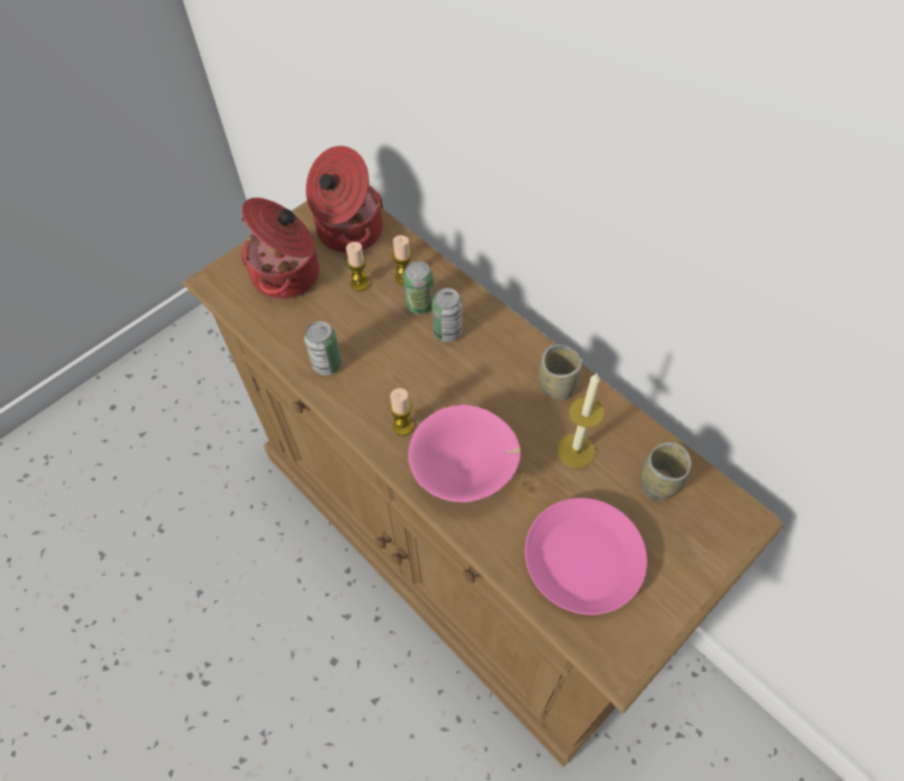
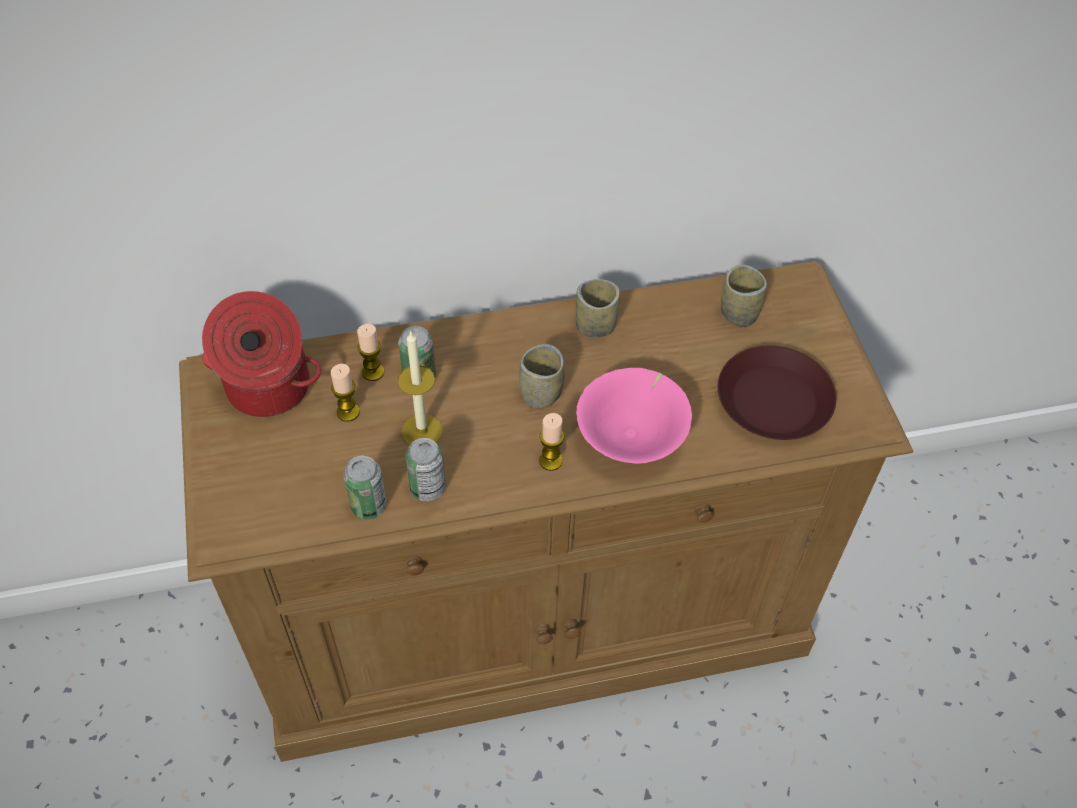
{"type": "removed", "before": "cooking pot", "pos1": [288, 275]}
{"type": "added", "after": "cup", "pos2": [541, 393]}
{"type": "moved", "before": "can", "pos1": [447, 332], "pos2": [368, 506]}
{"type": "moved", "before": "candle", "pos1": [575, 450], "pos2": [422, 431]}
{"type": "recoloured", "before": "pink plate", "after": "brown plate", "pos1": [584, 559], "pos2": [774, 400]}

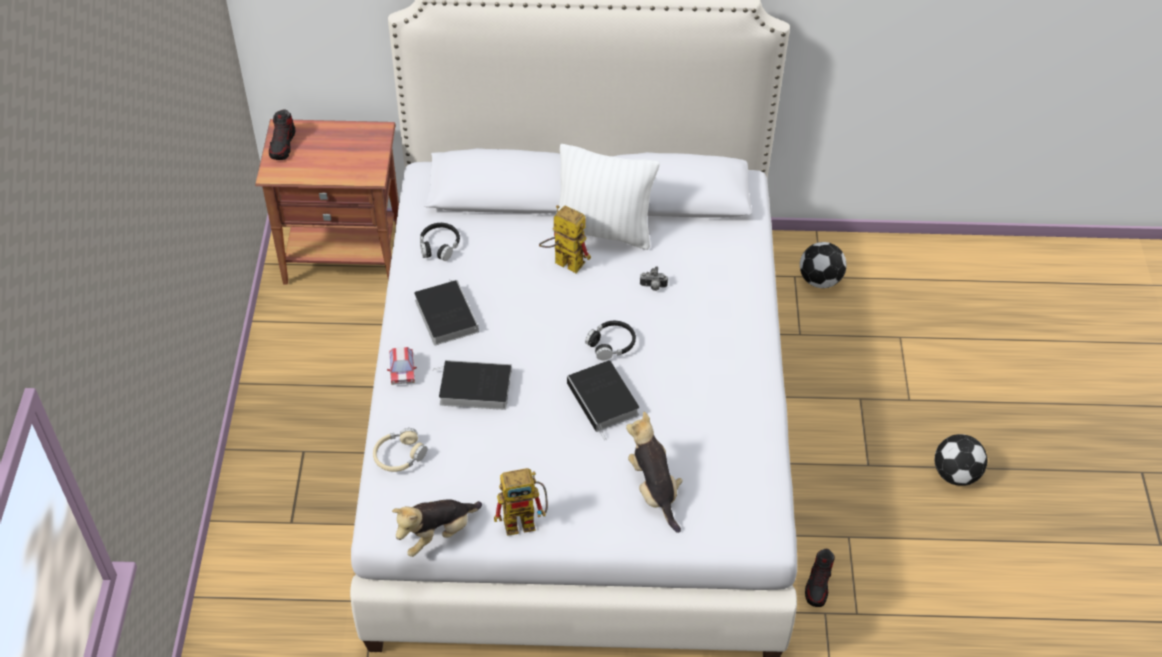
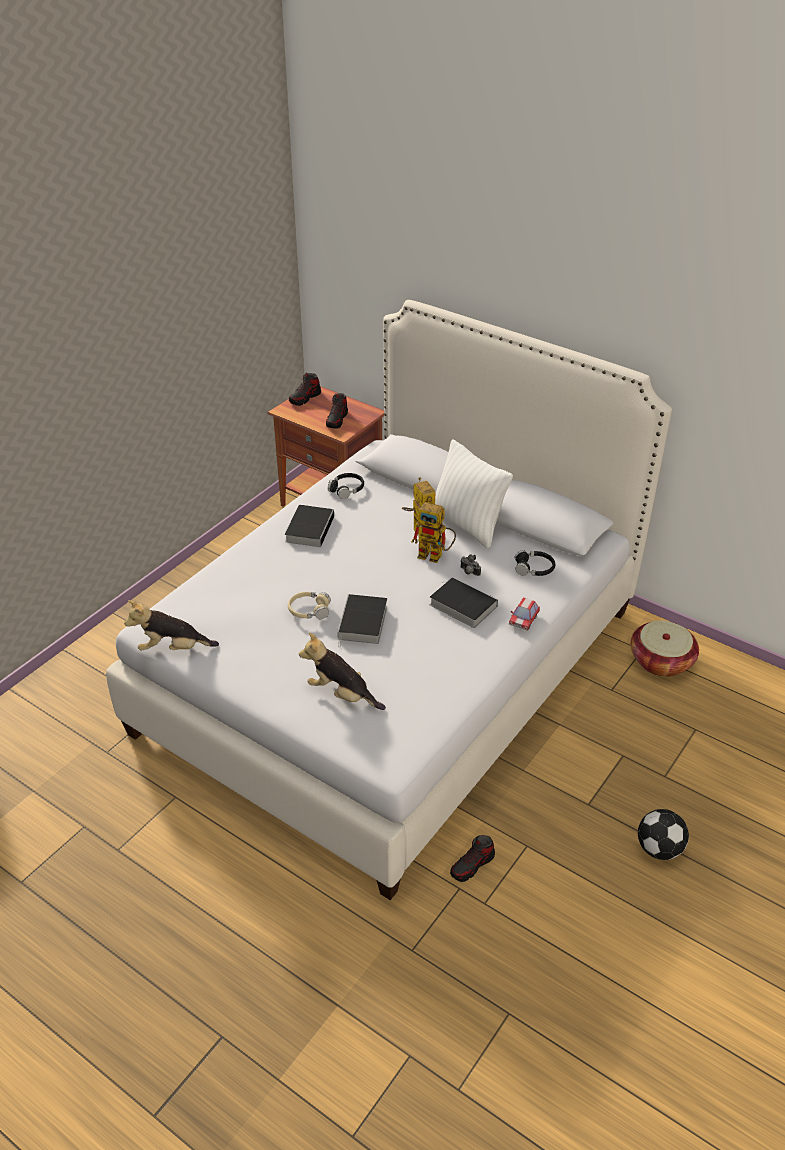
{"type": "added", "after": "shoe", "pos2": [337, 420]}
{"type": "moved", "before": "beige headphones", "pos1": [399, 456], "pos2": [309, 610]}
{"type": "moved", "before": "toy car", "pos1": [402, 371], "pos2": [524, 620]}
{"type": "moved", "before": "book", "pos1": [473, 388], "pos2": [461, 605]}
{"type": "moved", "before": "toy robot", "pos1": [526, 520], "pos2": [435, 555]}
{"type": "moved", "before": "black headphones", "pos1": [611, 344], "pos2": [534, 568]}
{"type": "replaced", "before": "football", "after": "basket", "pos1": [820, 279], "pos2": [661, 661]}
{"type": "turned", "before": "plush toy", "pos1": [654, 489], "pos2": [342, 694], "turn": -75}

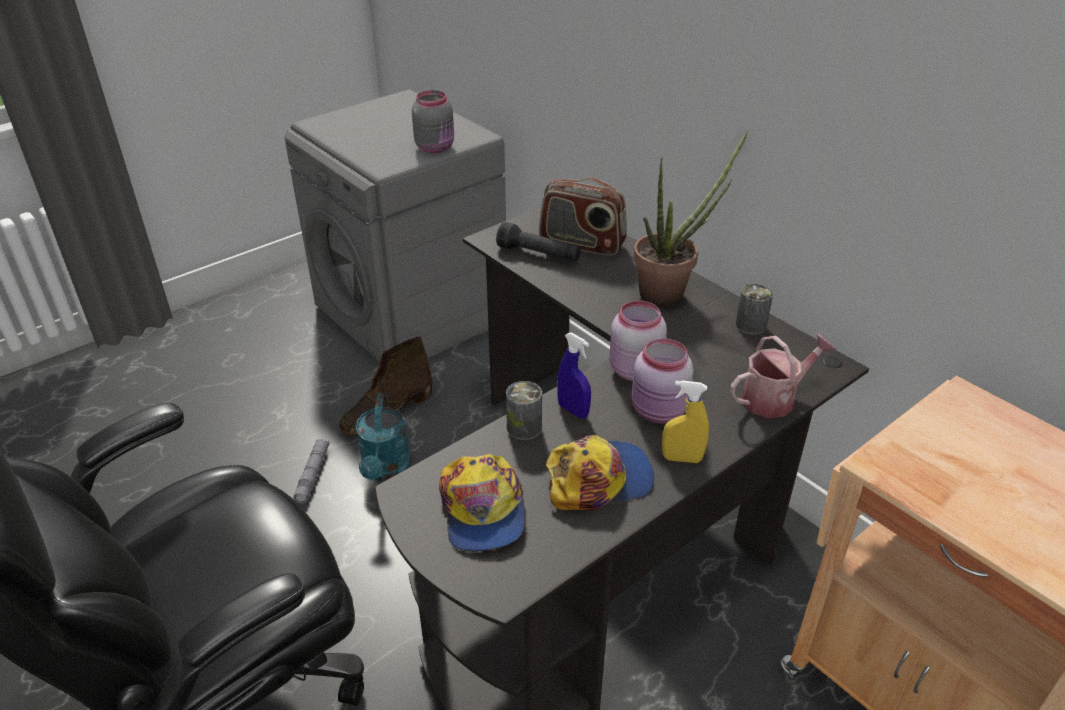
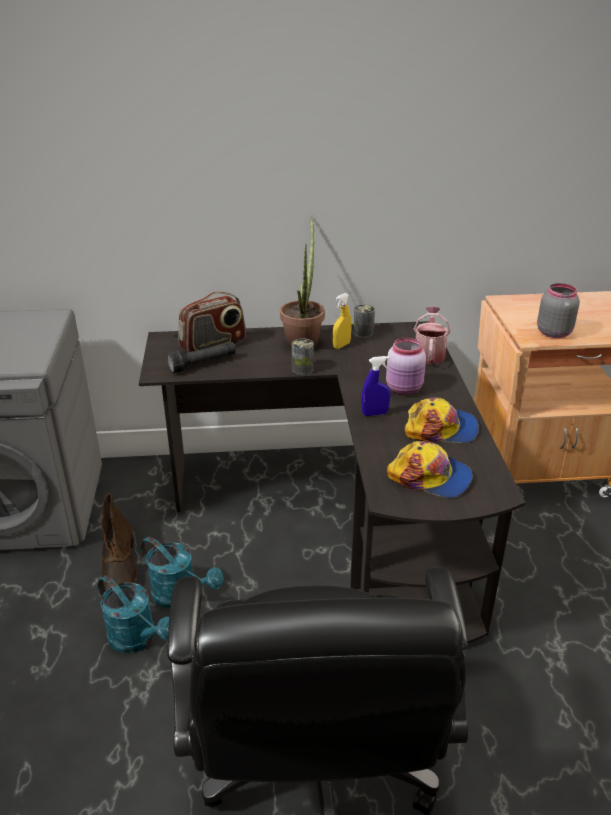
{"type": "removed", "before": "pink jar", "pos1": [633, 370]}
{"type": "moved", "before": "grey jar", "pos1": [436, 147], "pos2": [554, 332]}
{"type": "moved", "before": "can", "pos1": [524, 428], "pos2": [302, 369]}
{"type": "moved", "before": "yellow spray bottle", "pos1": [682, 458], "pos2": [341, 345]}
{"type": "replaced", "before": "grey flashlight", "after": "turquoise watering can", "pos1": [313, 474], "pos2": [138, 639]}
{"type": "turned", "before": "cap", "pos1": [599, 479], "pos2": [441, 429], "turn": 75}

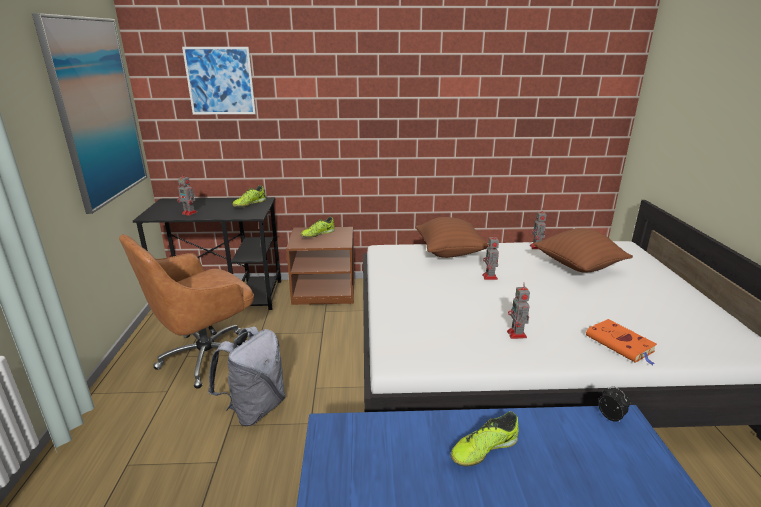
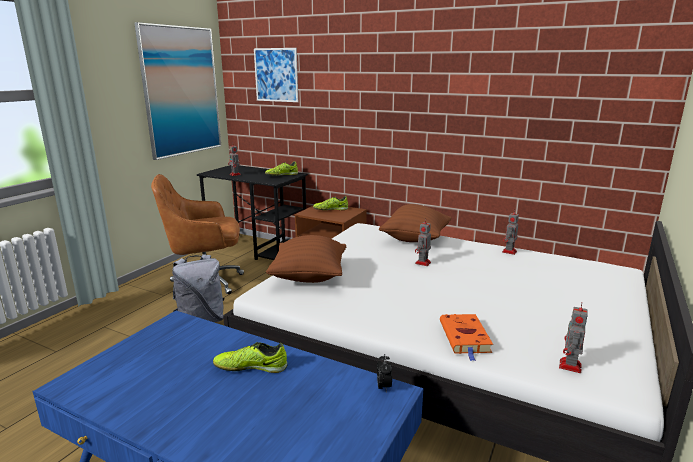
{"type": "moved", "before": "toy robot", "pos1": [517, 335], "pos2": [570, 367]}
{"type": "moved", "before": "brown pillow", "pos1": [578, 267], "pos2": [309, 277]}

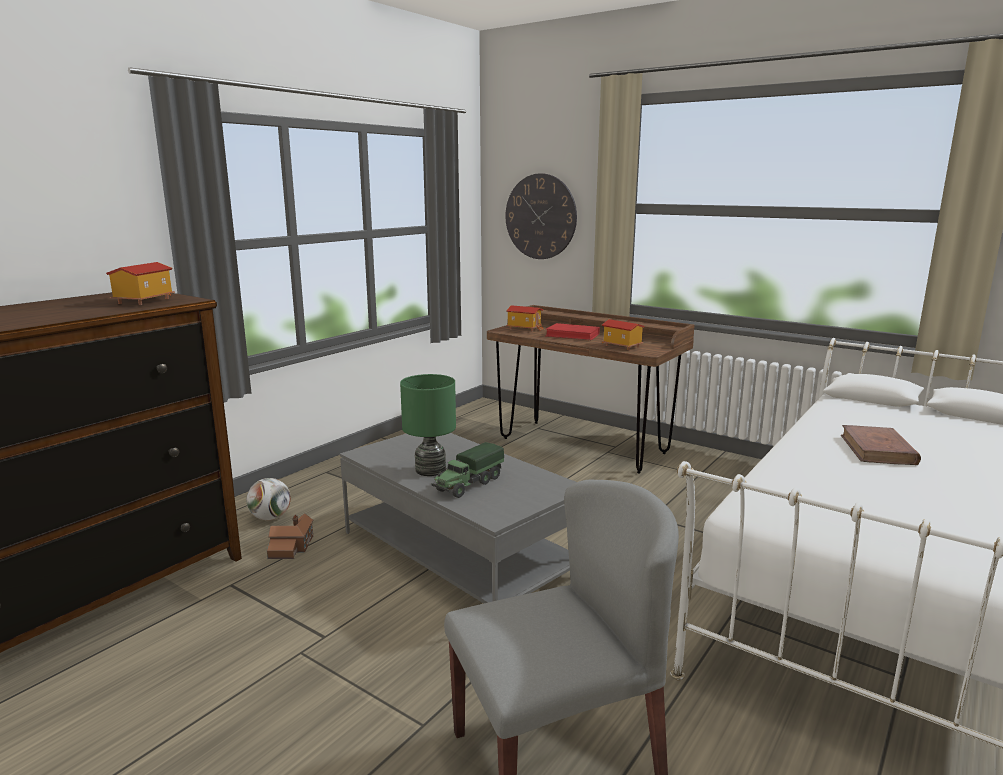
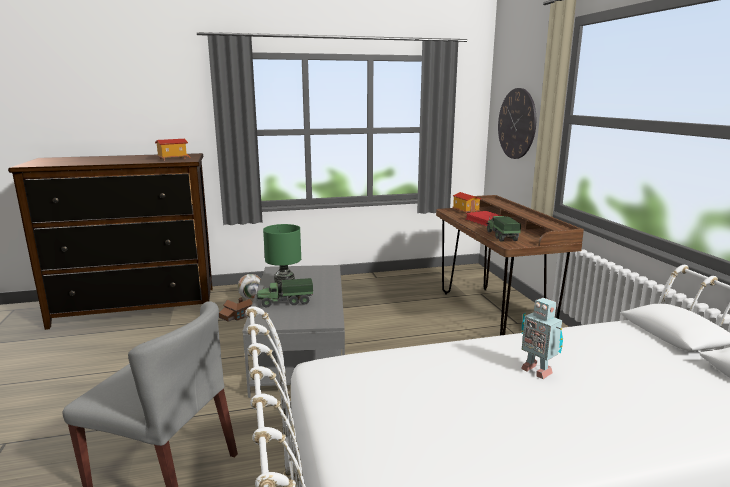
{"type": "replaced", "before": "toy house", "after": "toy truck", "pos1": [621, 346], "pos2": [501, 236]}
{"type": "replaced", "before": "brown book", "after": "toy robot", "pos1": [877, 450], "pos2": [537, 370]}

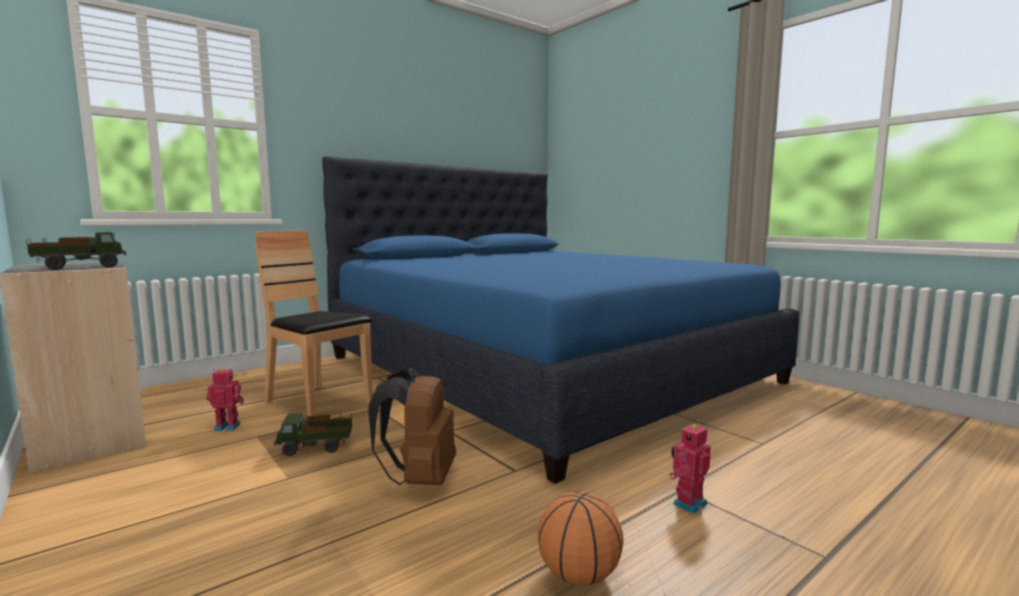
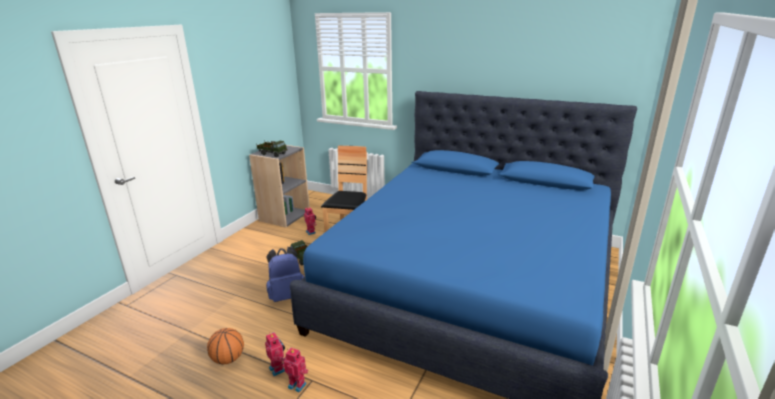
{"type": "added", "after": "toy robot", "pos2": [278, 369]}
{"type": "recoloured", "before": "brown backpack", "after": "blue backpack", "pos1": [420, 479], "pos2": [287, 295]}

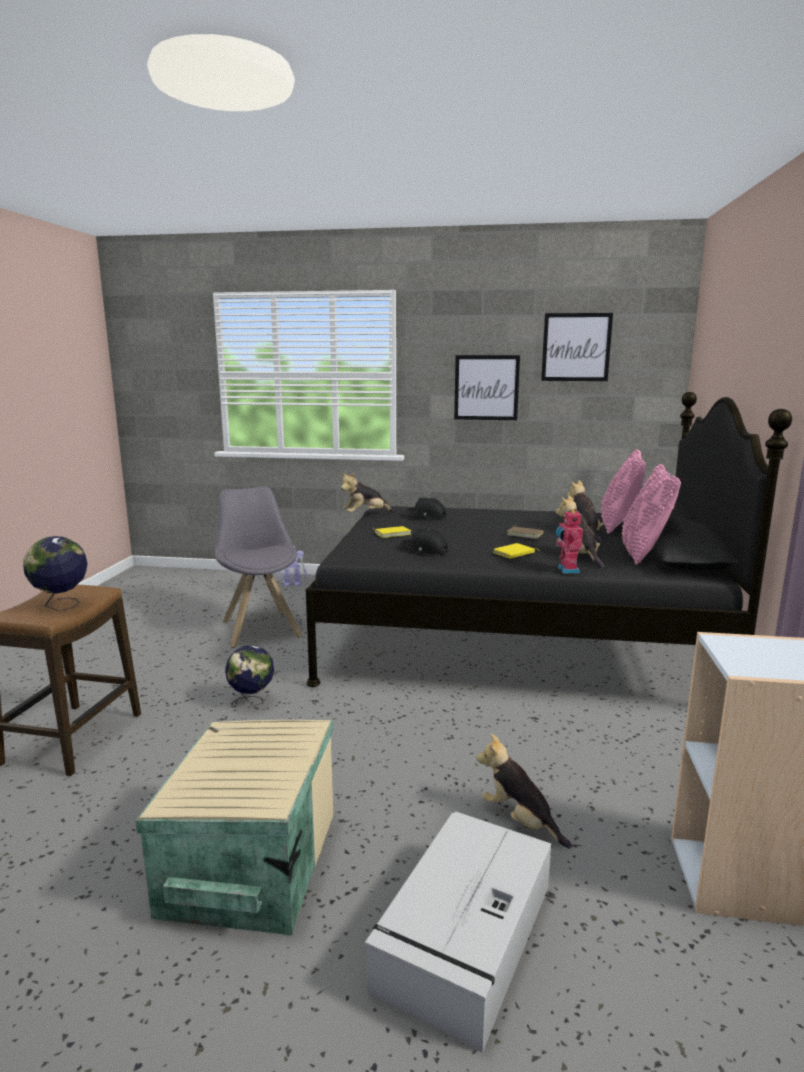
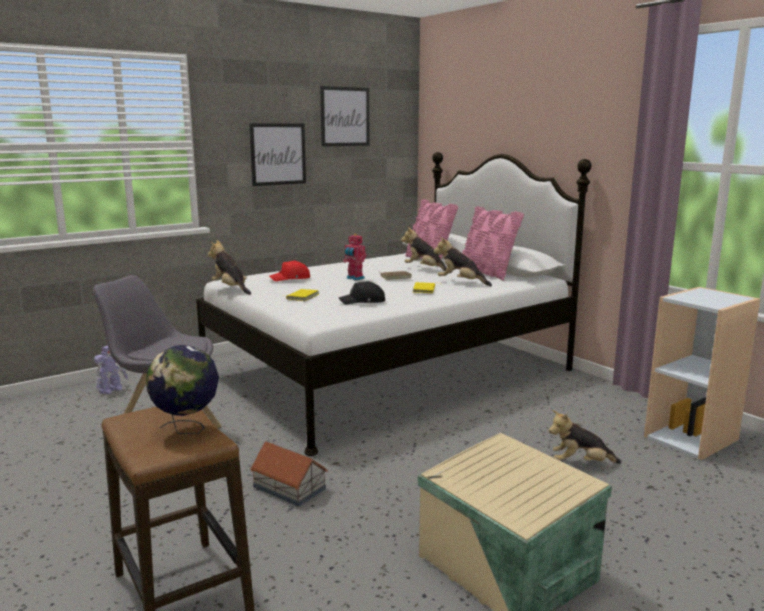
{"type": "removed", "before": "grey storage box", "pos1": [464, 939]}
{"type": "moved", "before": "toy robot", "pos1": [566, 570], "pos2": [354, 278]}
{"type": "replaced", "before": "globe", "after": "toy house", "pos1": [252, 702], "pos2": [289, 487]}
{"type": "recoloured", "before": "black bed", "after": "white bed", "pos1": [515, 641], "pos2": [389, 371]}
{"type": "recoloured", "before": "black cap", "after": "red cap", "pos1": [426, 515], "pos2": [290, 278]}
{"type": "turned", "before": "plush toy", "pos1": [365, 515], "pos2": [230, 289], "turn": 120}

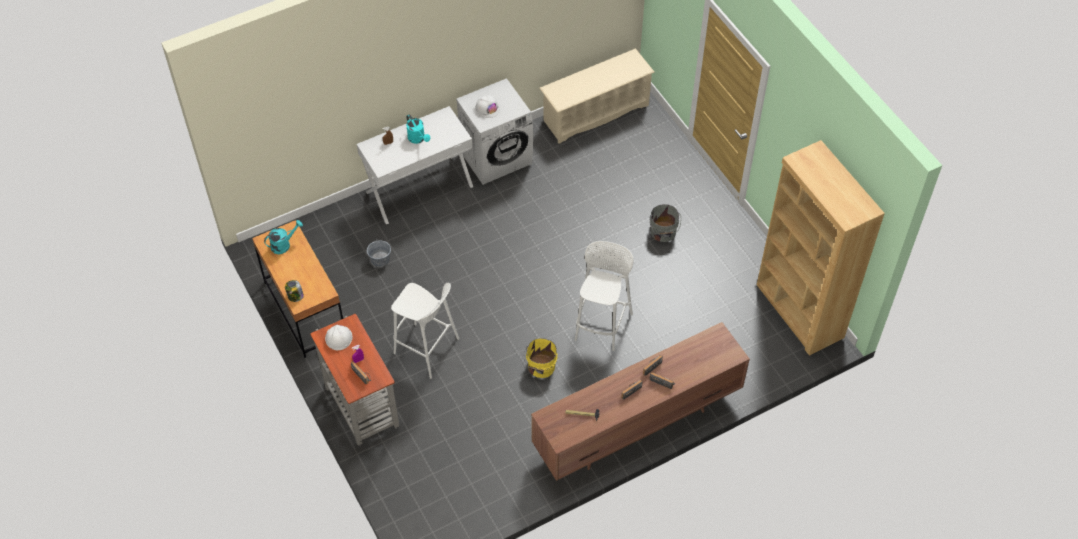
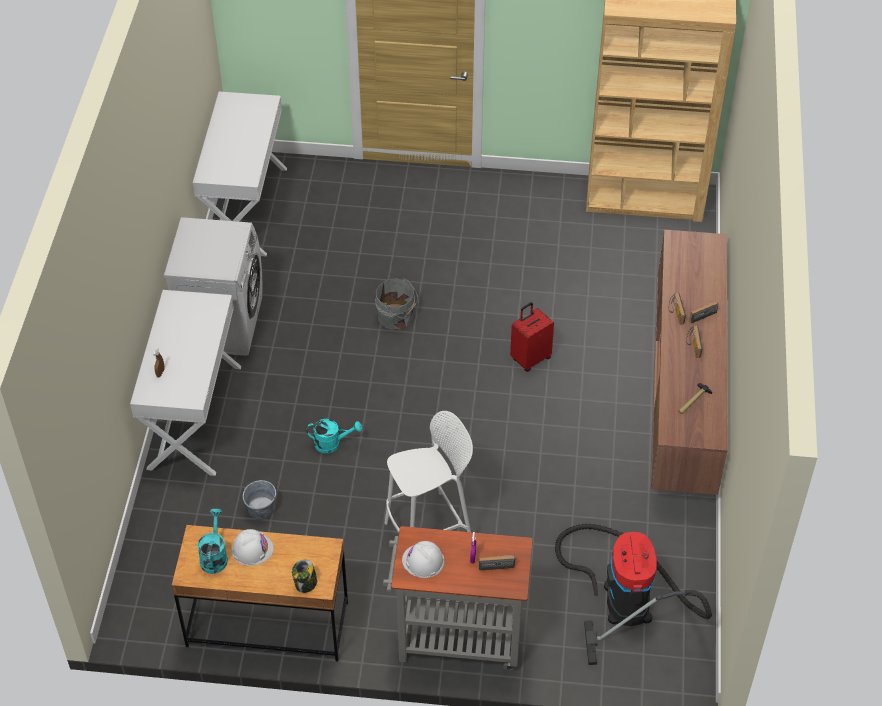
{"type": "removed", "before": "yellow bucket", "pos1": [541, 367]}
{"type": "added", "after": "vacuum cleaner", "pos2": [625, 596]}
{"type": "moved", "before": "turquoise watering can", "pos1": [418, 139], "pos2": [332, 443]}
{"type": "moved", "before": "white hard hat", "pos1": [487, 108], "pos2": [252, 549]}
{"type": "moved", "before": "grey bucket", "pos1": [663, 232], "pos2": [397, 317]}
{"type": "replaced", "before": "beige shoe rack", "after": "white console table", "pos1": [595, 113], "pos2": [245, 208]}
{"type": "replaced", "before": "white stool", "after": "red suitcase", "pos1": [601, 325], "pos2": [530, 358]}

